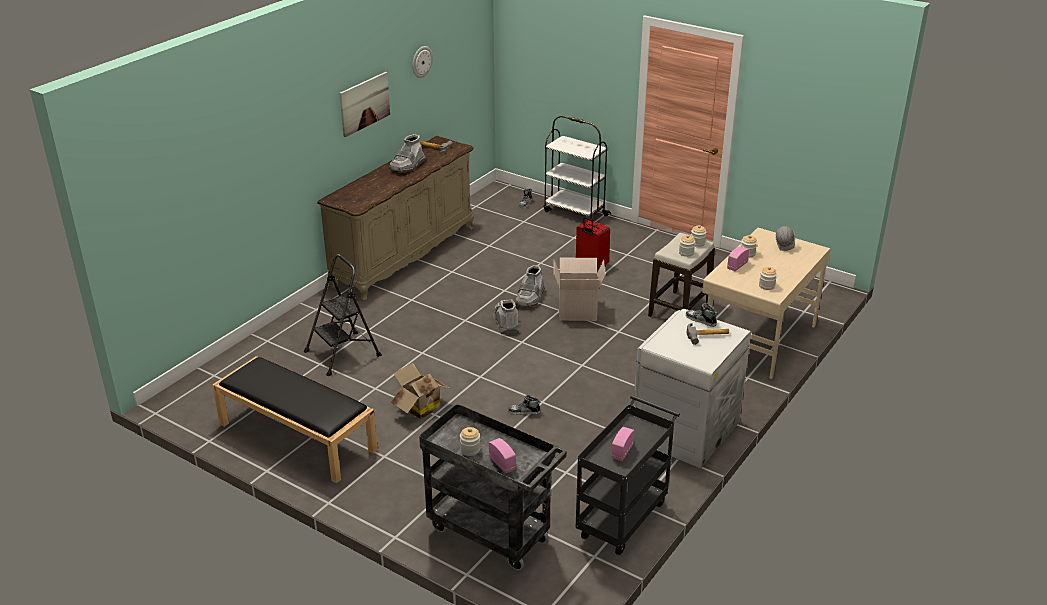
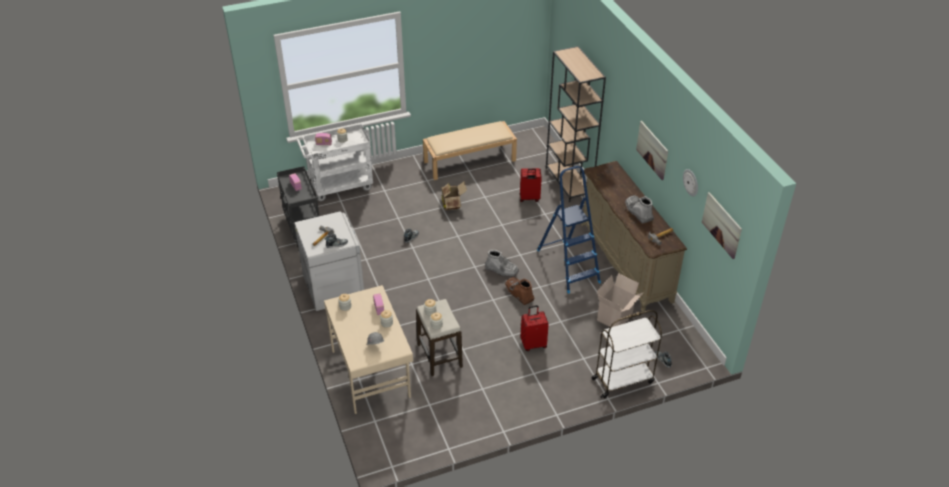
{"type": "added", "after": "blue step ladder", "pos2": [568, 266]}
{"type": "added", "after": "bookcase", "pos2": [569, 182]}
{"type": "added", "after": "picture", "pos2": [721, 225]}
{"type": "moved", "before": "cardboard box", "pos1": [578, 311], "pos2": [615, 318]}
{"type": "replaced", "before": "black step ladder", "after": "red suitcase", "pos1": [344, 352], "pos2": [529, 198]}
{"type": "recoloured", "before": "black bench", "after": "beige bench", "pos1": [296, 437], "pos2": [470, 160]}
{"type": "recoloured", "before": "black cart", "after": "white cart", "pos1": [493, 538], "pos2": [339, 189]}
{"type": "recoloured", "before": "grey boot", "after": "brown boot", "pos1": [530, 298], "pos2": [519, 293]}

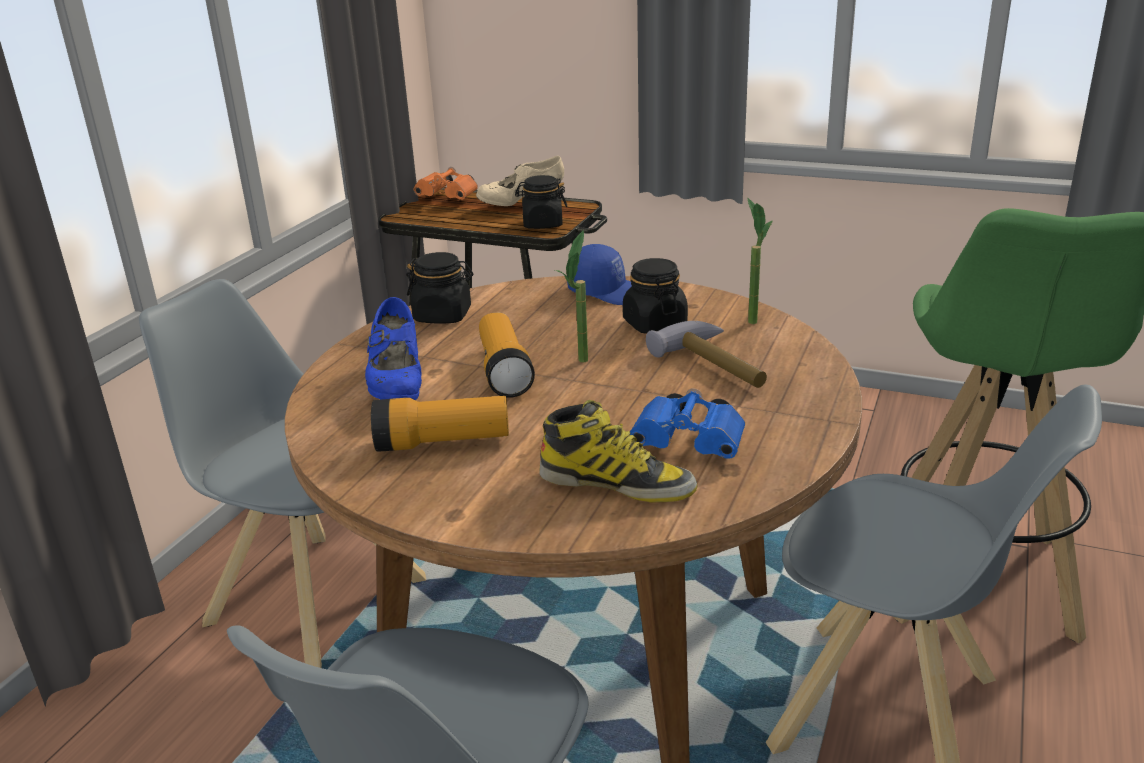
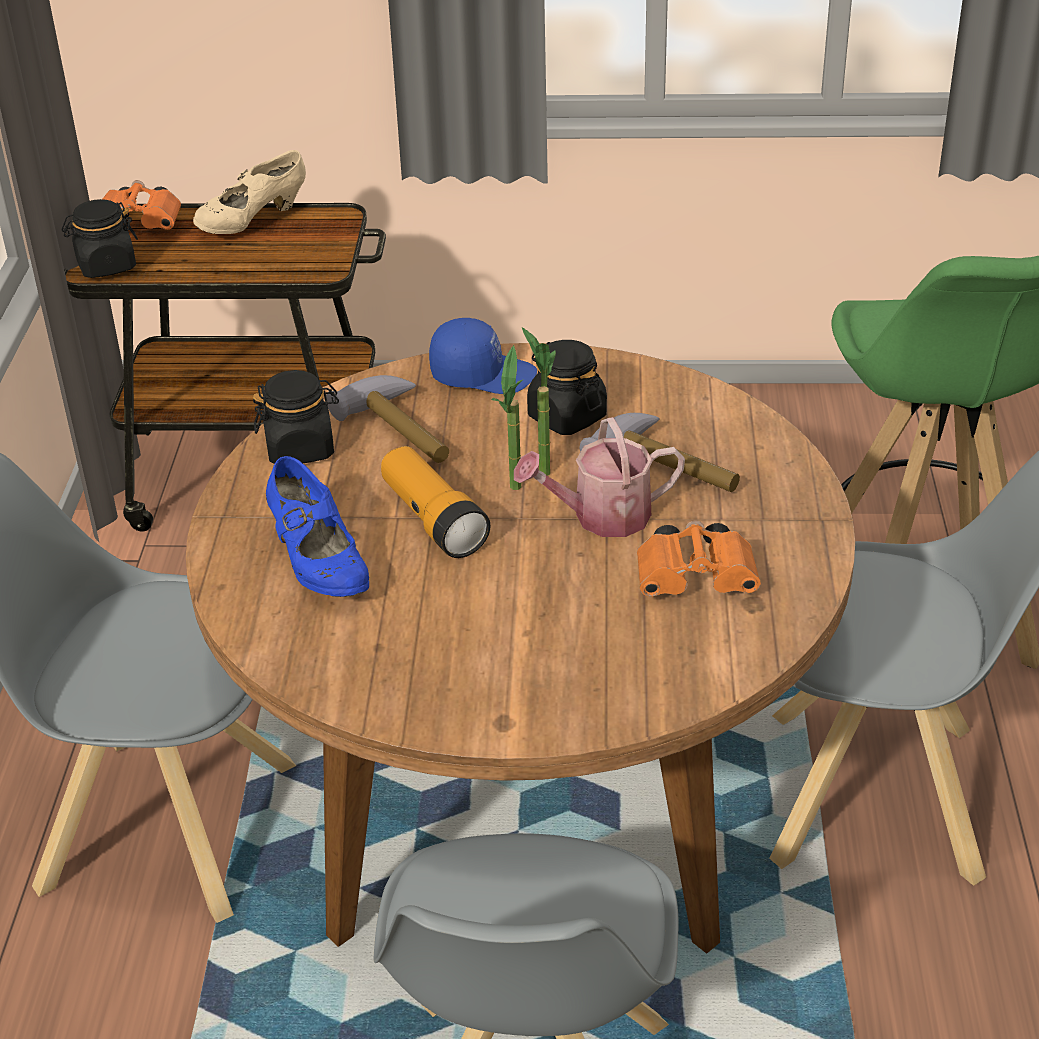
{"type": "removed", "before": "flashlight", "pos1": [443, 443]}
{"type": "removed", "before": "boot", "pos1": [617, 483]}
{"type": "added", "after": "hammer", "pos2": [402, 431]}
{"type": "added", "after": "watering can", "pos2": [601, 517]}
{"type": "moved", "before": "black jar", "pos1": [542, 224], "pos2": [106, 266]}
{"type": "moved", "before": "potted plant", "pos1": [751, 318], "pos2": [541, 466]}
{"type": "recoloured", "before": "blue binoculars", "after": "orange binoculars", "pos1": [692, 444], "pos2": [699, 580]}

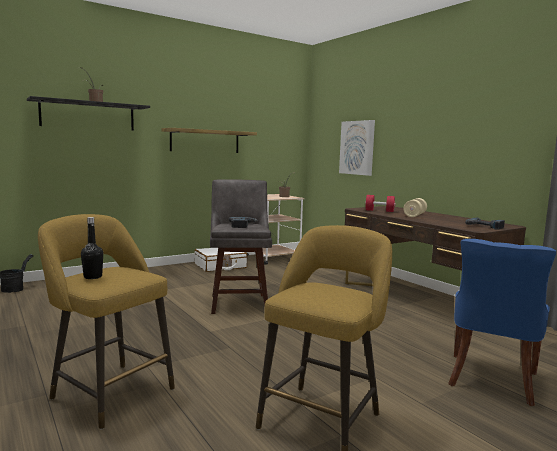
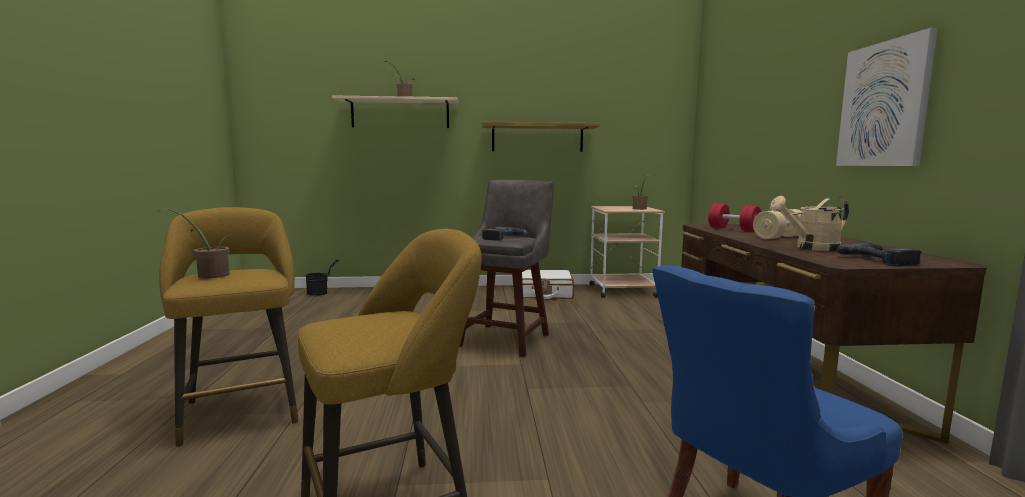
{"type": "added", "after": "beige watering can", "pos2": [811, 248]}
{"type": "moved", "before": "picture", "pos1": [357, 147], "pos2": [884, 104]}
{"type": "replaced", "before": "black bottle", "after": "potted plant", "pos1": [93, 277], "pos2": [209, 275]}
{"type": "recoloured", "before": "black shelf", "after": "beige shelf", "pos1": [88, 115], "pos2": [400, 114]}

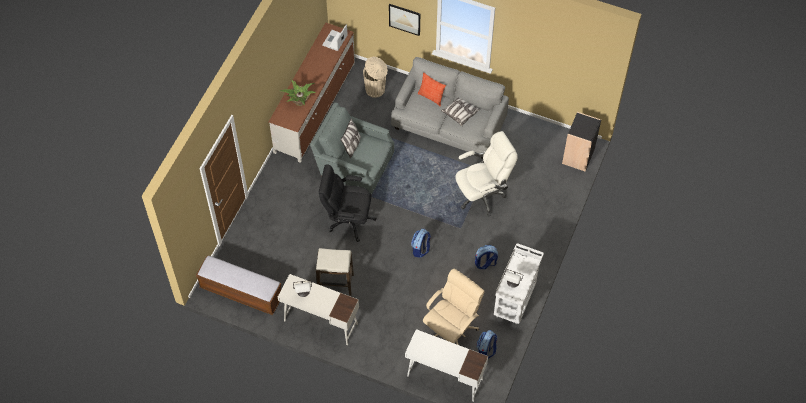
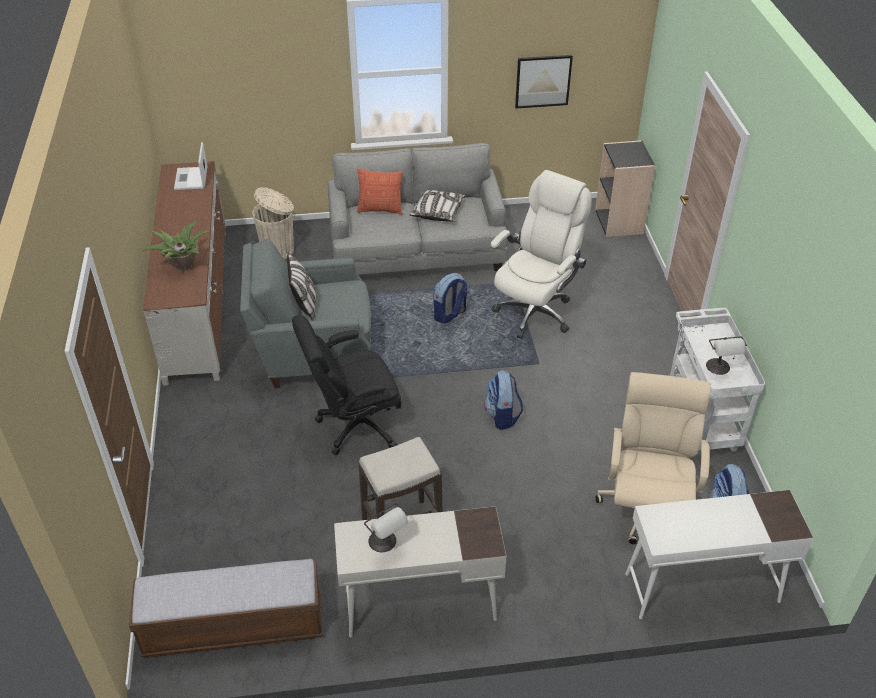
{"type": "moved", "before": "picture", "pos1": [404, 19], "pos2": [543, 81]}
{"type": "moved", "before": "backpack", "pos1": [485, 263], "pos2": [449, 315]}

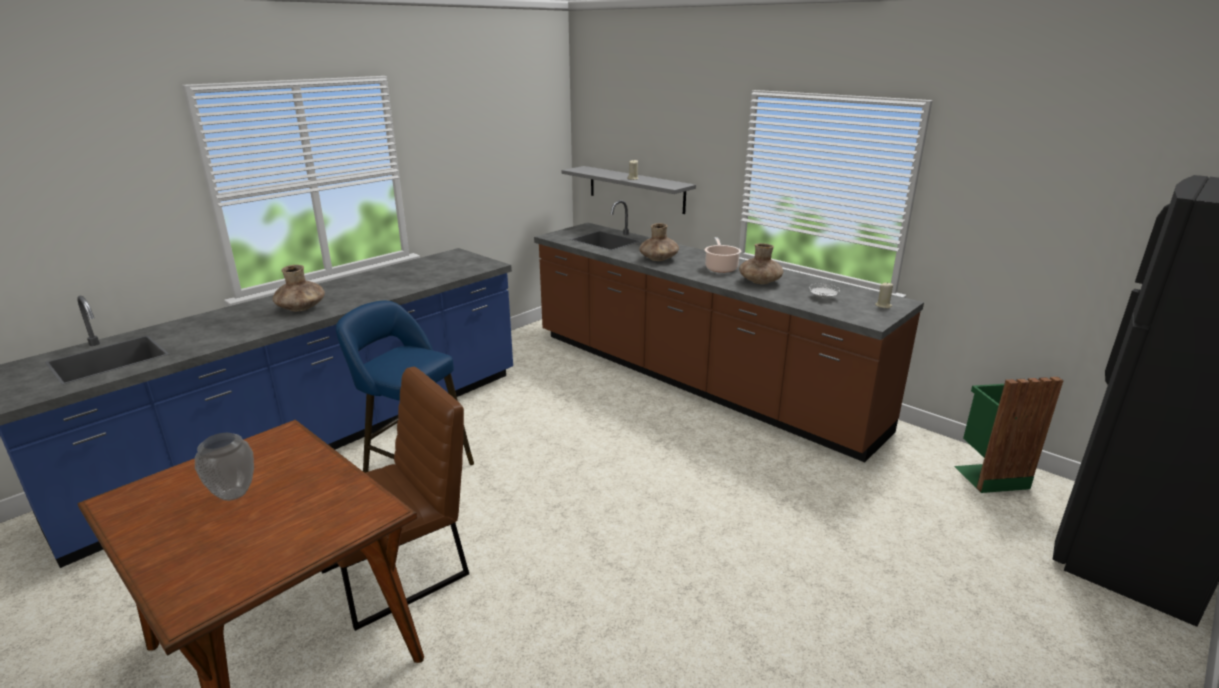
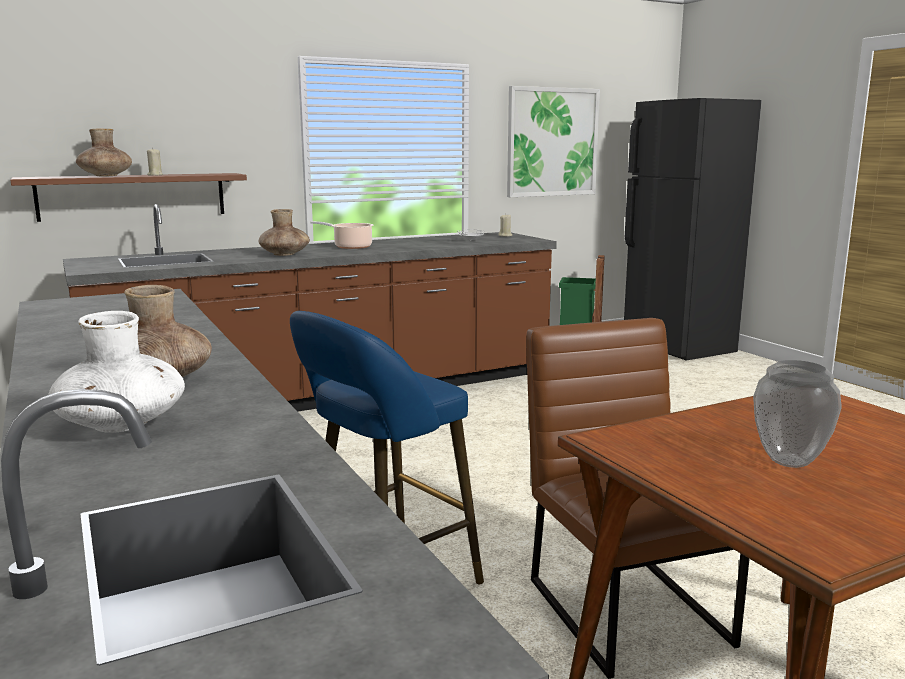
{"type": "added", "after": "white vase", "pos2": [122, 424]}
{"type": "added", "after": "picture", "pos2": [552, 142]}
{"type": "moved", "before": "brown vase", "pos1": [759, 282], "pos2": [105, 176]}
{"type": "recoloured", "before": "grey shelf", "after": "brown shelf", "pos1": [636, 189], "pos2": [133, 196]}

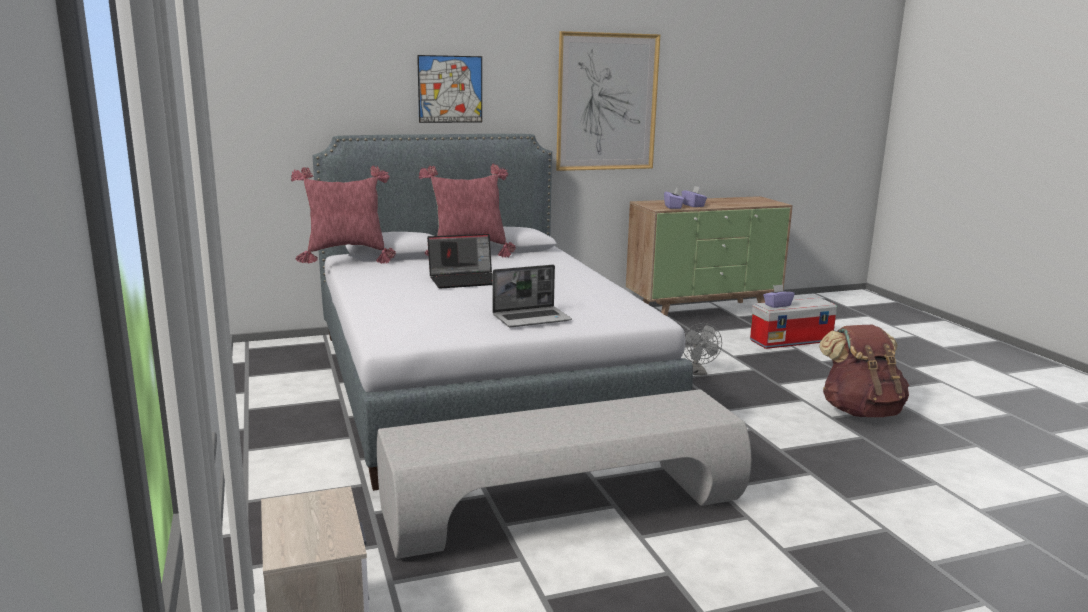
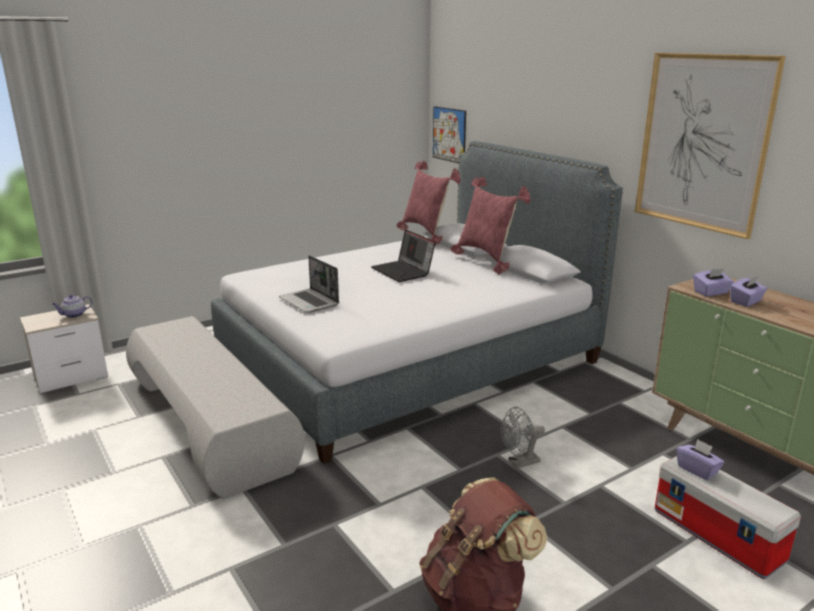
{"type": "added", "after": "teapot", "pos2": [74, 315]}
{"type": "moved", "before": "picture", "pos1": [450, 89], "pos2": [449, 134]}

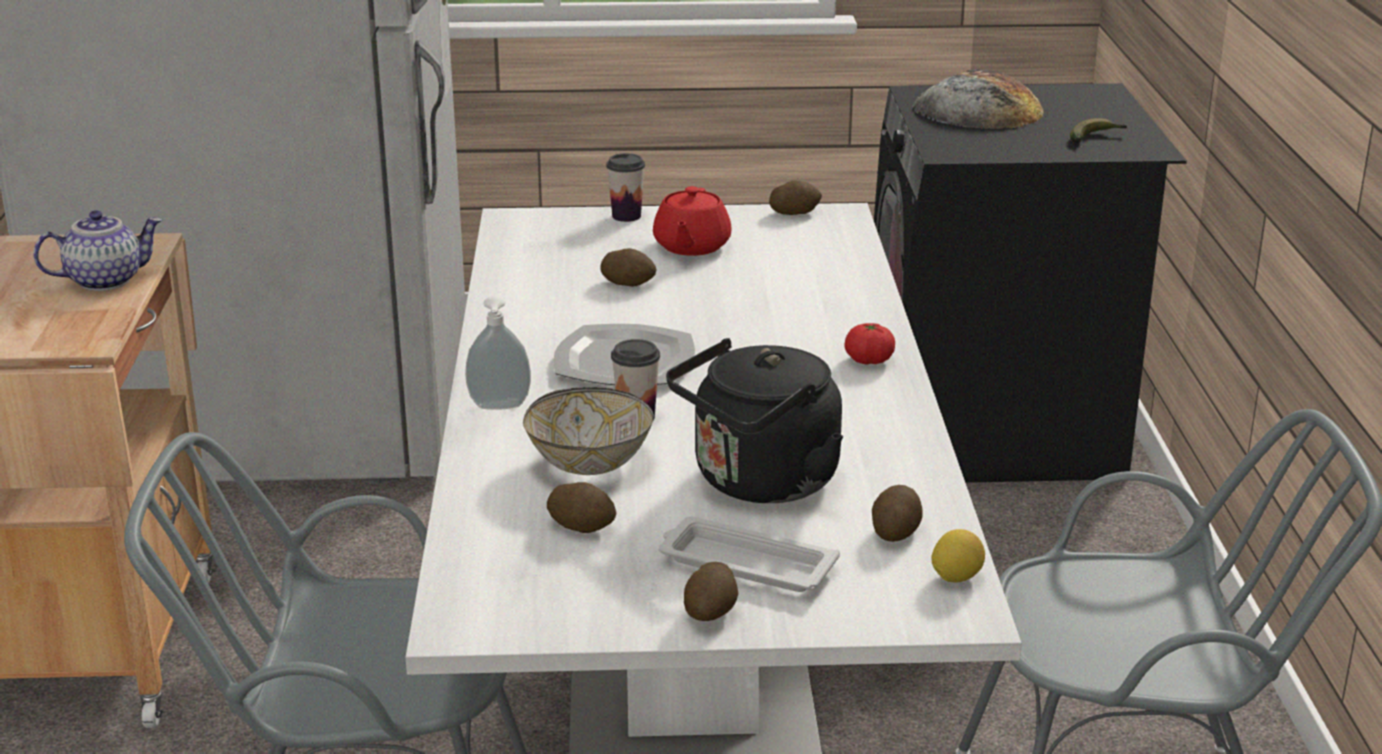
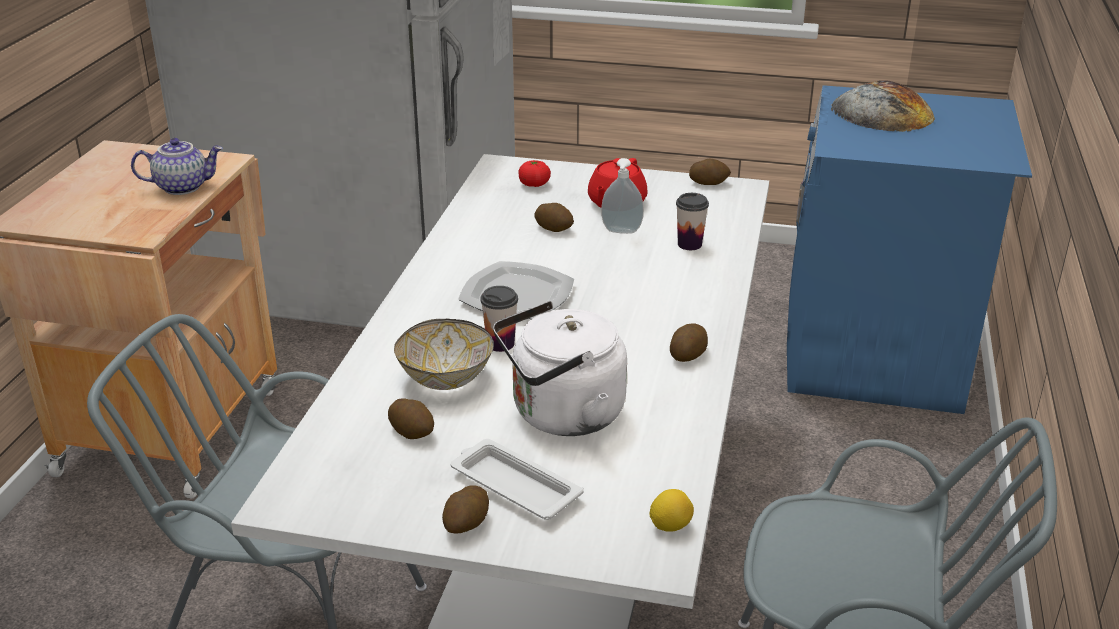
{"type": "removed", "before": "banana", "pos1": [1095, 137]}
{"type": "moved", "before": "soap dispenser", "pos1": [499, 407], "pos2": [621, 232]}
{"type": "moved", "before": "cup", "pos1": [626, 216], "pos2": [689, 244]}
{"type": "moved", "before": "tomato", "pos1": [869, 360], "pos2": [534, 184]}
{"type": "moved", "before": "potato", "pos1": [895, 531], "pos2": [687, 354]}
{"type": "recoloured", "before": "black kettle", "after": "white kettle", "pos1": [759, 483], "pos2": [562, 415]}
{"type": "recoloured", "before": "black washing machine", "after": "blue washing machine", "pos1": [1000, 427], "pos2": [878, 355]}

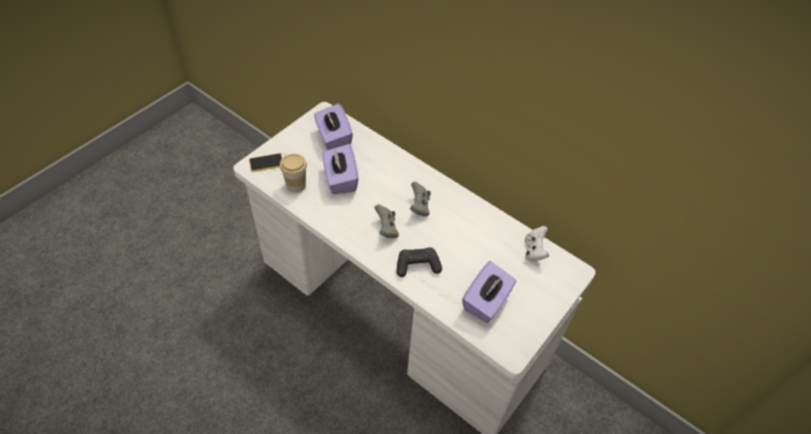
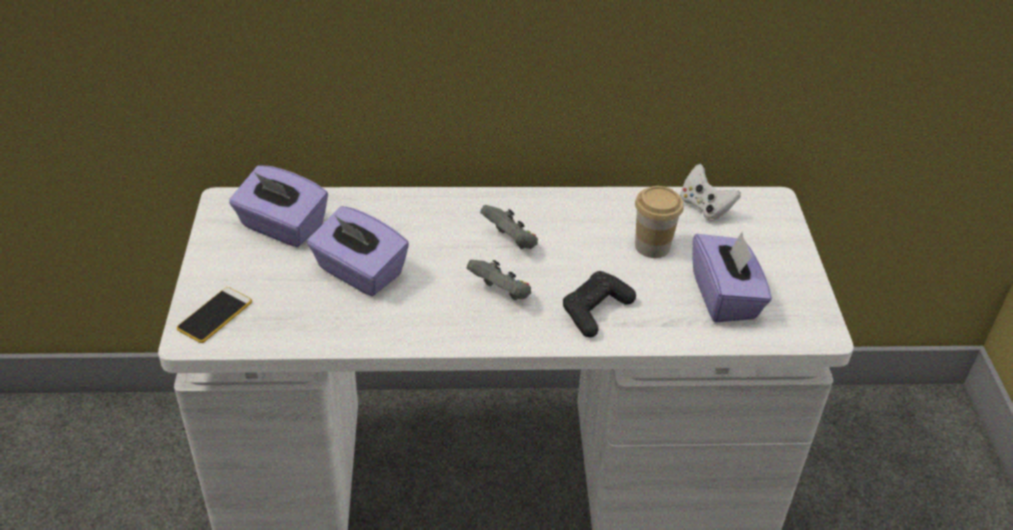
{"type": "moved", "before": "cup", "pos1": [296, 185], "pos2": [652, 246]}

